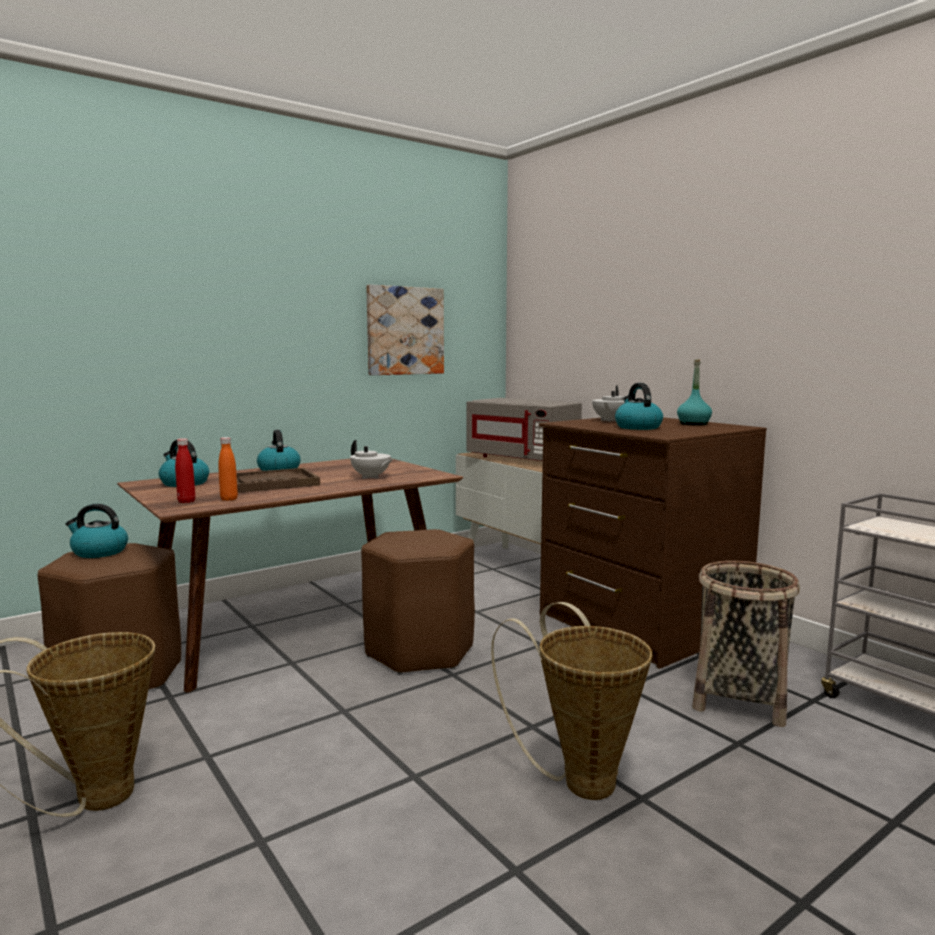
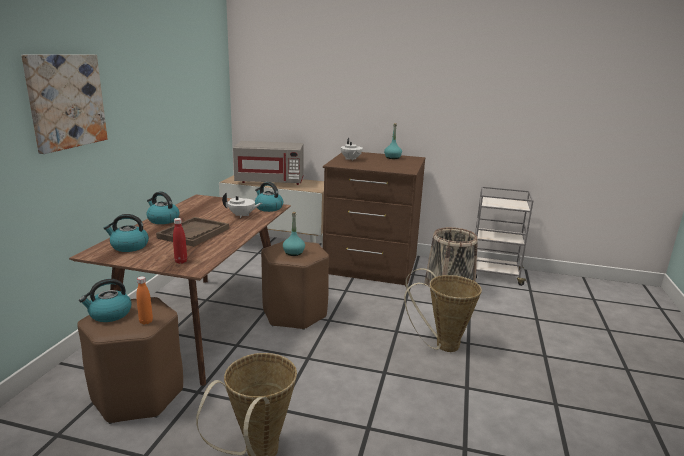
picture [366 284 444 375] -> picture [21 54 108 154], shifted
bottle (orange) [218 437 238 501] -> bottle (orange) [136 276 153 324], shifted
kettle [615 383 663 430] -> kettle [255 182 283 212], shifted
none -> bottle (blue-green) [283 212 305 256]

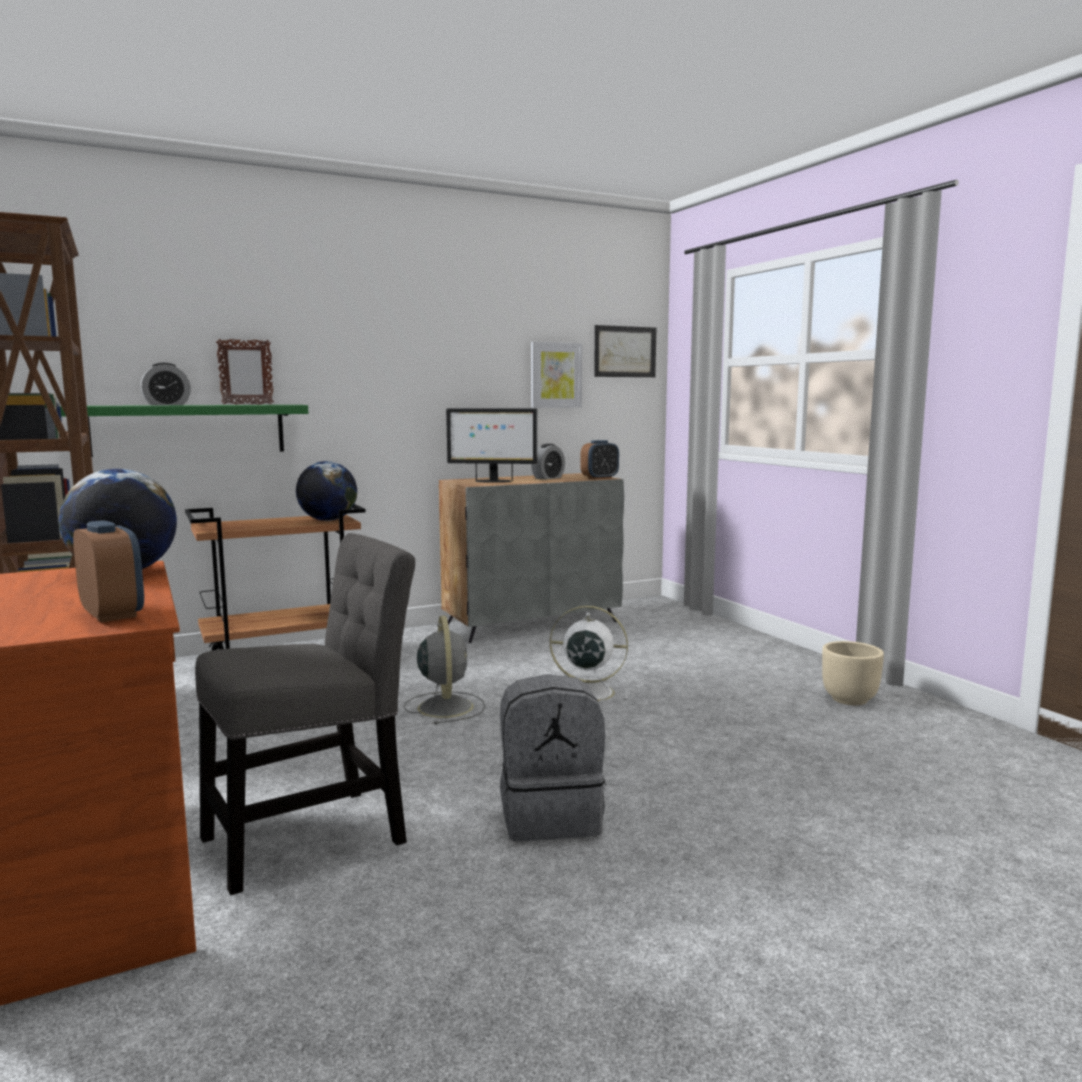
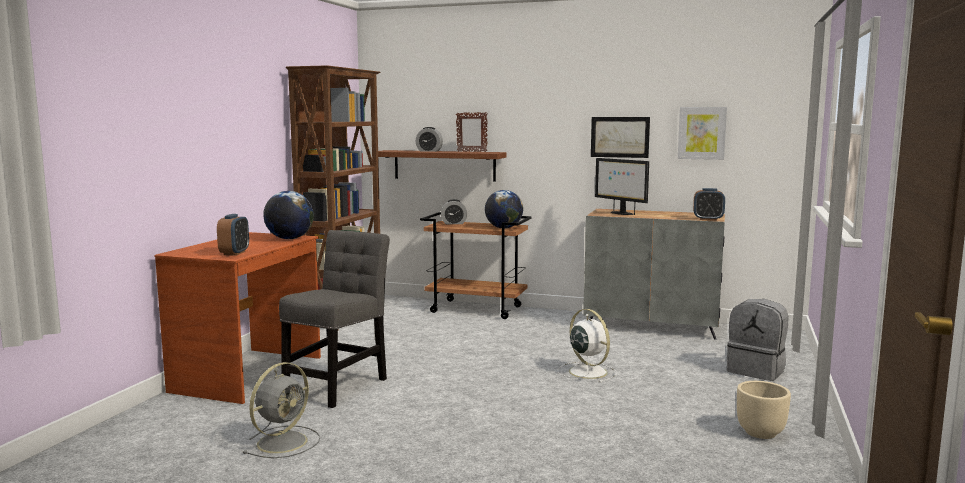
fan (gray) [404 616 485 725] -> fan (gray) [243 362 320 458], shifted
chair (gray) [195 533 415 895] -> chair (gray) [279 230 390 408], 75 degrees counterclockwise
shelf (green) [60 405 308 457] -> shelf (brownish) [378 150 506 182]
bedside clock [531 444 565 480] -> bedside clock [441 199 467 224], shifted
picture [594 325 656 377] -> picture [591 117 650 158], shifted
backpack (gray) [500 674 606 841] -> backpack (gray) [727 299 788 381], shifted

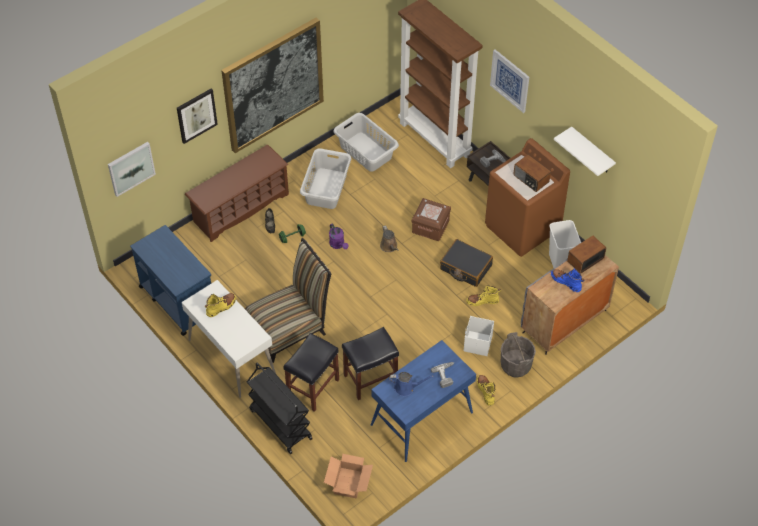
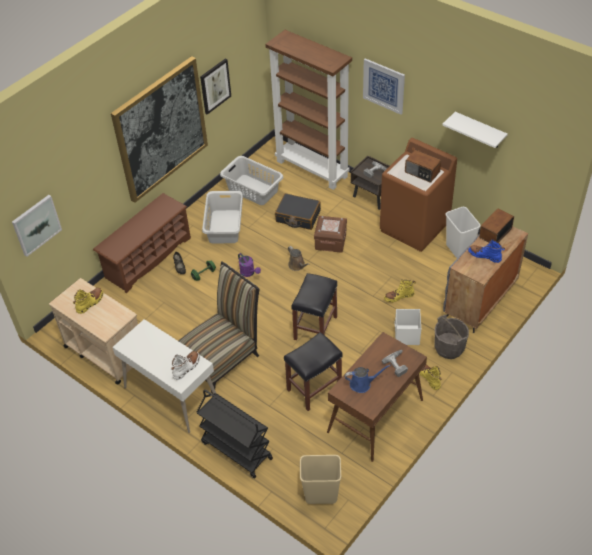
wheeled cart (bluish) [130 225 211 336] -> wheeled cart (beige) [49 278 138 384]
high-top boot (yellowish) [204 293 236 317] -> high-top boot (yellowish) [73 288 103 314], shifted
none -> high-top boot (white-coloured) [171 351 200 380]
picture [177 89 218 144] -> picture [200 58 231 115], shifted
piece of luggage (black) [440 239 493 287] -> piece of luggage (black) [275 193 321 230], shifted
stool seat (black) [284 333 339 412] -> stool seat (black) [291 273 338 340], shifted
carton [324 454 373 498] -> trash can (beige) [300 455 341 504]
desk (bluish) [371 340 476 462] -> desk (brownish) [327 332 427 462]

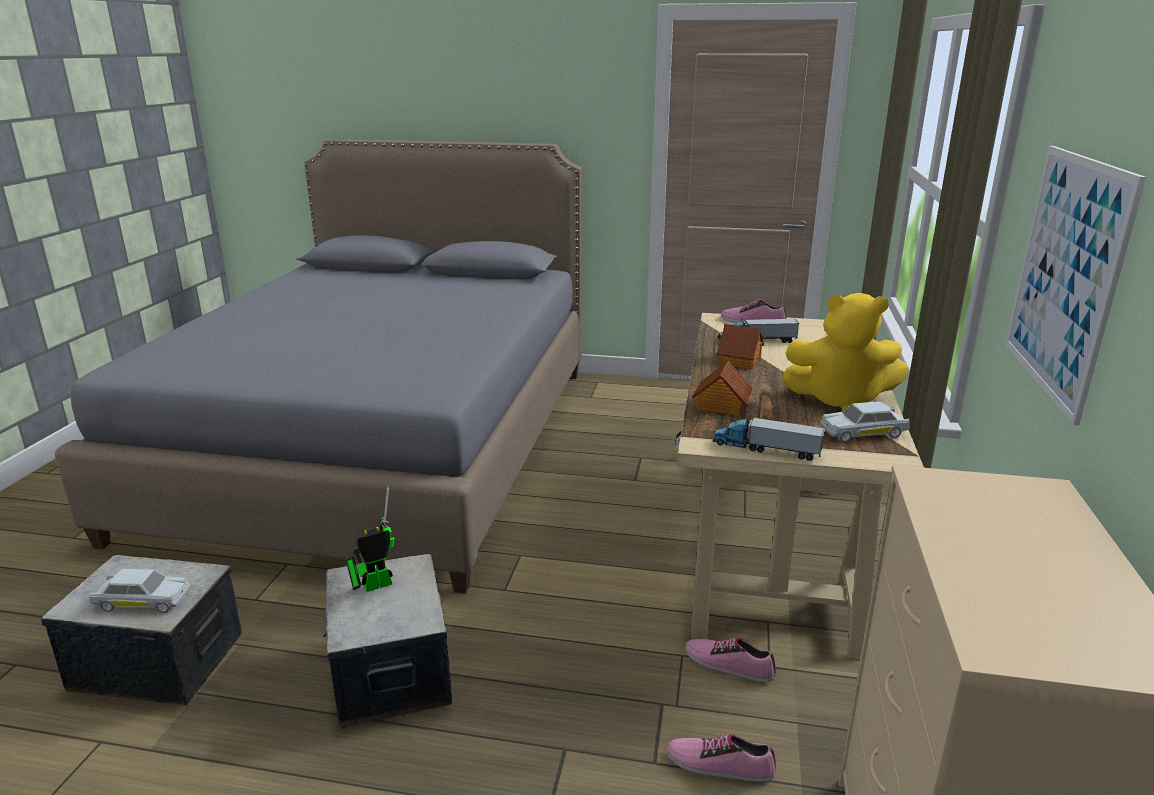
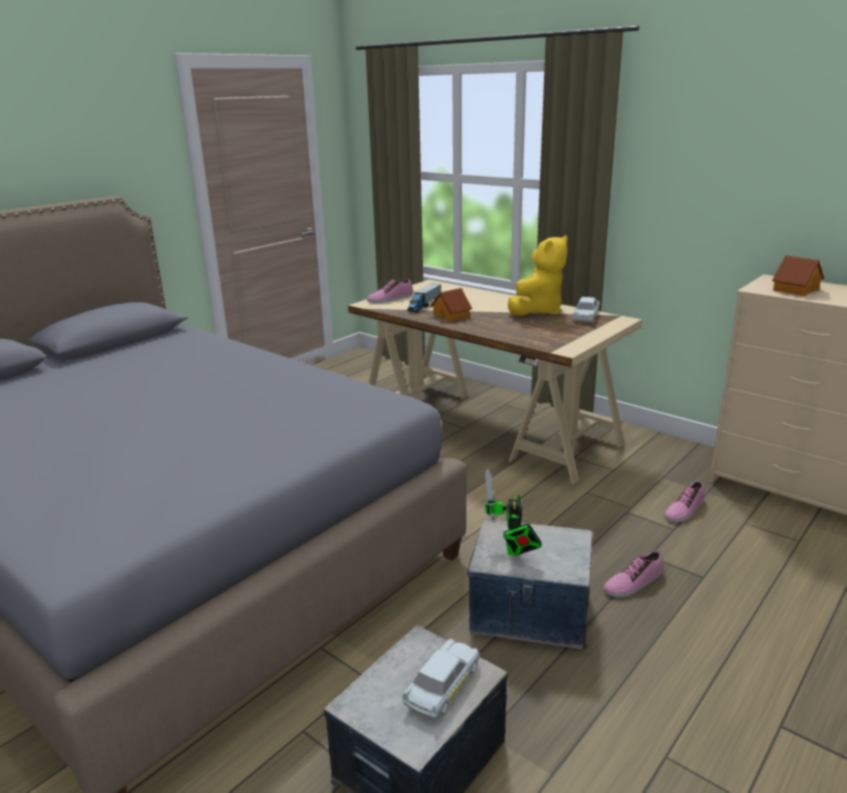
shoe [685 638 776 682] -> shoe [604 551 663 597], shifted
model house [692 360 753 417] -> model house [772 255 824 296], shifted
toy truck [713 415 826 461] -> none
picture [1005 146 1146 426] -> none

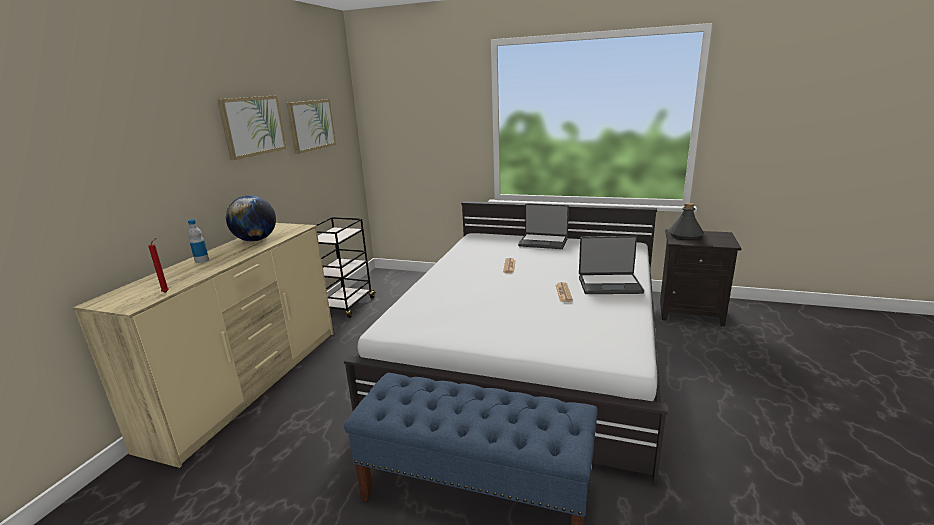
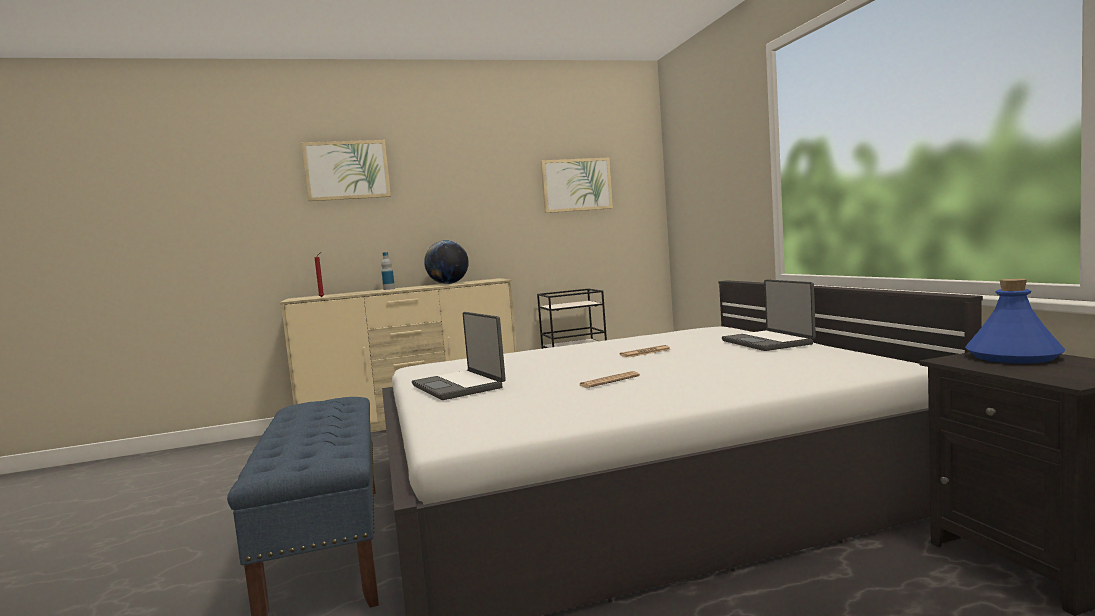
picture [217 95 287 160] -> picture [301 140 391 201], shifted
portable computer [579 236 644 294] -> portable computer [412 312 506 400], shifted
bottle (gray) [668 203 704 239] -> bottle (bluish) [965 279 1065 364]

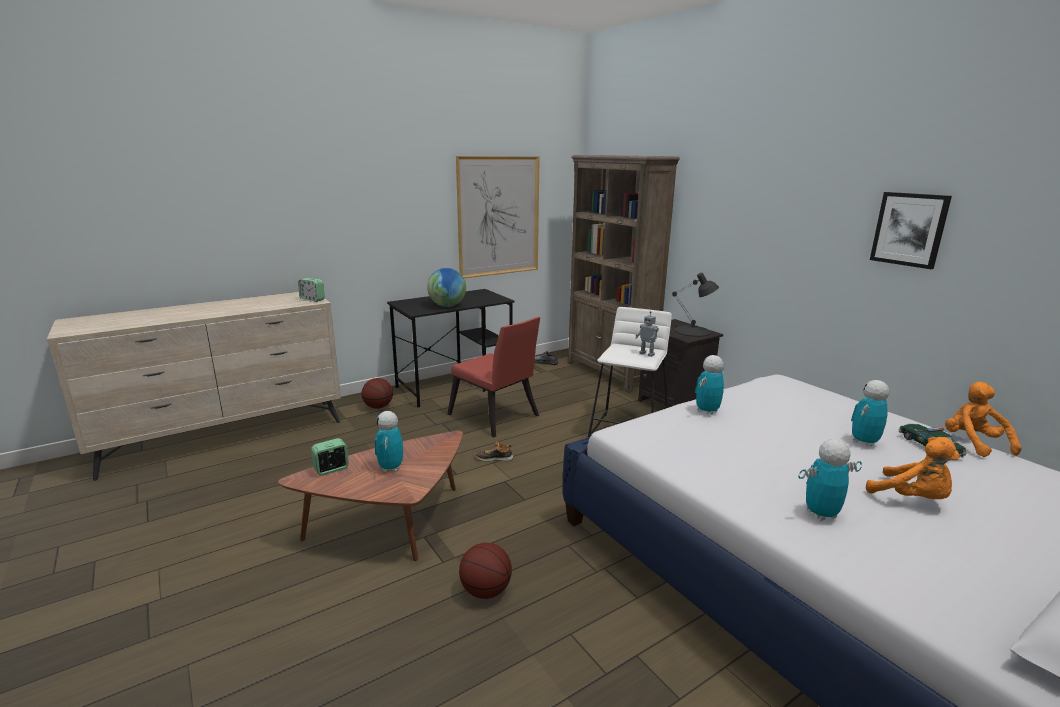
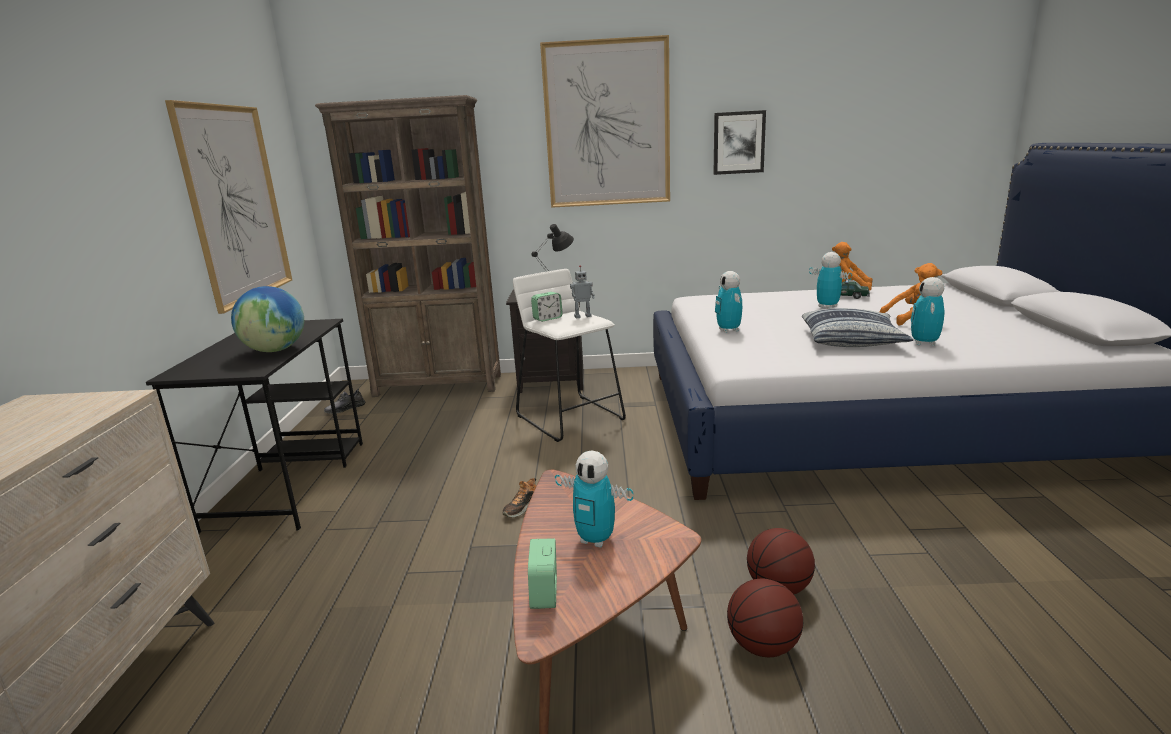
bedside clock [298 278 325 302] -> bedside clock [531 292 563 322], shifted
none -> picture [540 35 670 208]
basketball [362 378 393 409] -> basketball [727 578 803 657], shifted
none -> throw pillow [802 308 913 347]
robot figure [851 380 889 447] -> robot figure [809 252 852 309], 150 degrees clockwise
chair (red-coloured) [447 317 540 437] -> none

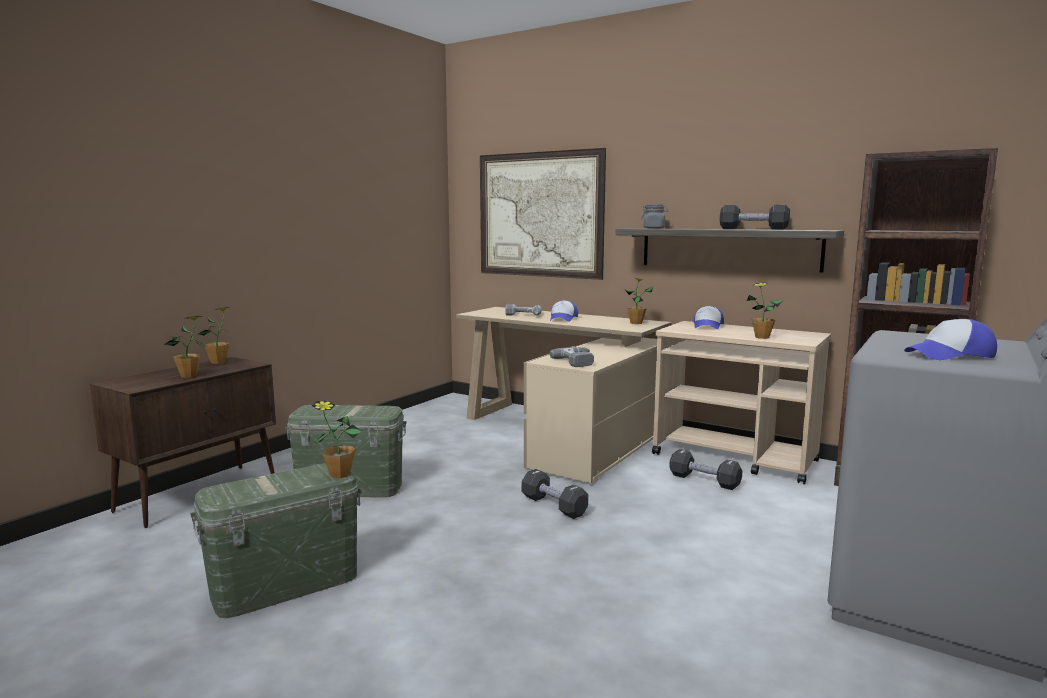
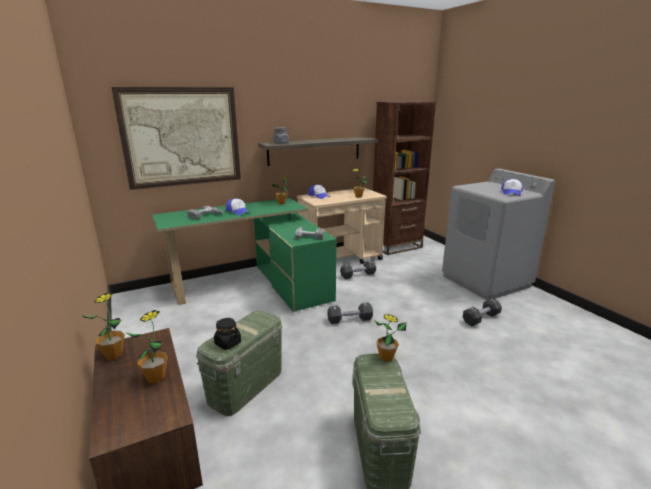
desk (beige) [456 307 672 483] -> desk (green) [152 198 337 312]
none -> storage jar (black) [214 318 241 350]
dumbbell (black) [720 204 790 230] -> dumbbell (black) [463 298 502 326], shifted

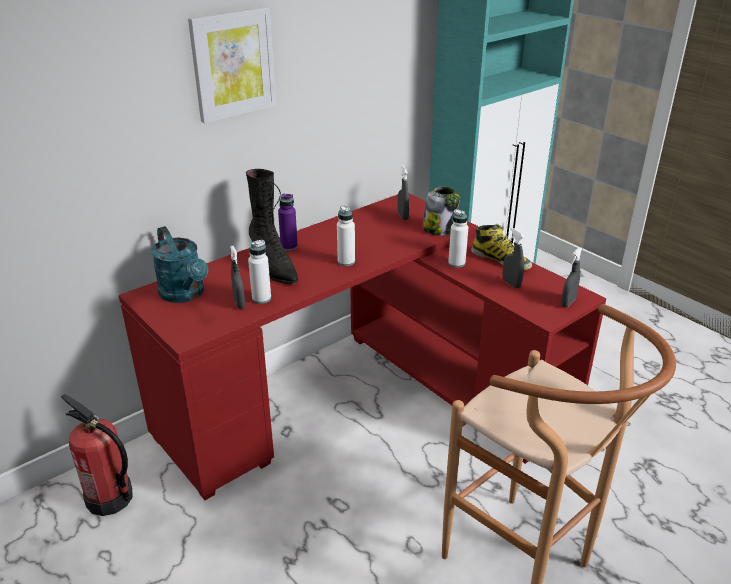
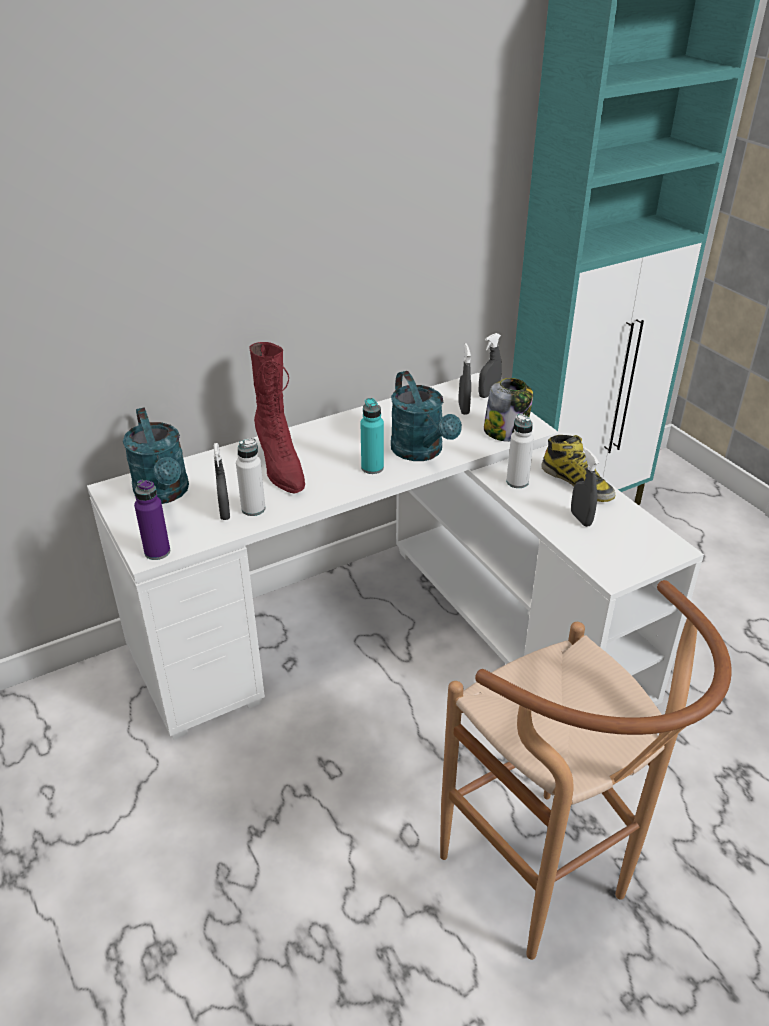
desk (red-coloured) [119 193 606 500] -> desk (white-coloured) [87 373 704 740]
bottle (purple) [278 194 298 251] -> bottle (purple) [134 480 170 560], shifted
high-top boot (black) [246 169 298 285] -> high-top boot (red-coloured) [250 342 305 494]
bottle (white-coloured) [337 206 355 266] -> bottle (blue-green) [360 398 384 474]
none -> sprinkling can (blue-green) [391 371 462 461]
hand sprayer (gray) [561 247 582 307] -> hand sprayer (gray) [479 333 502 398], shifted
fire-fighting cylinder [61 394 132 516] -> none
picture [188 7 276 123] -> none

